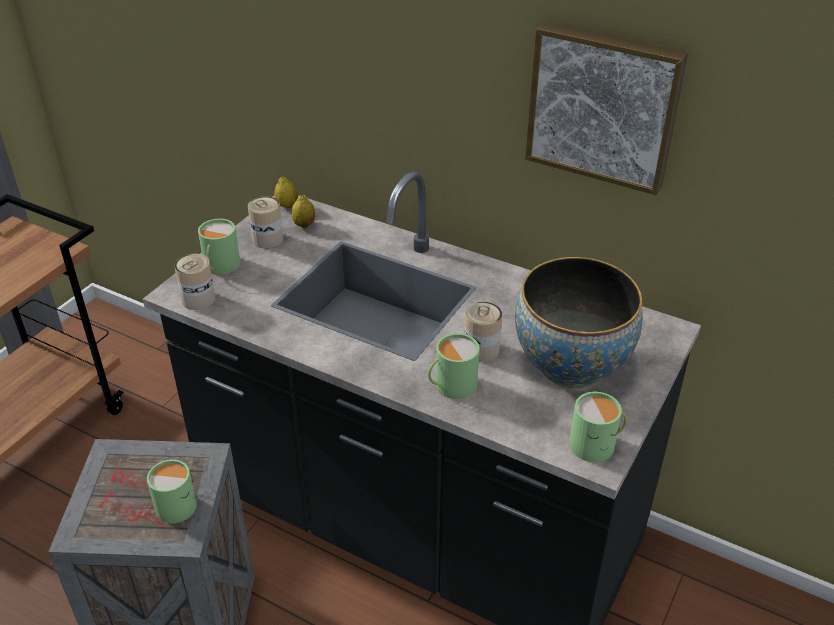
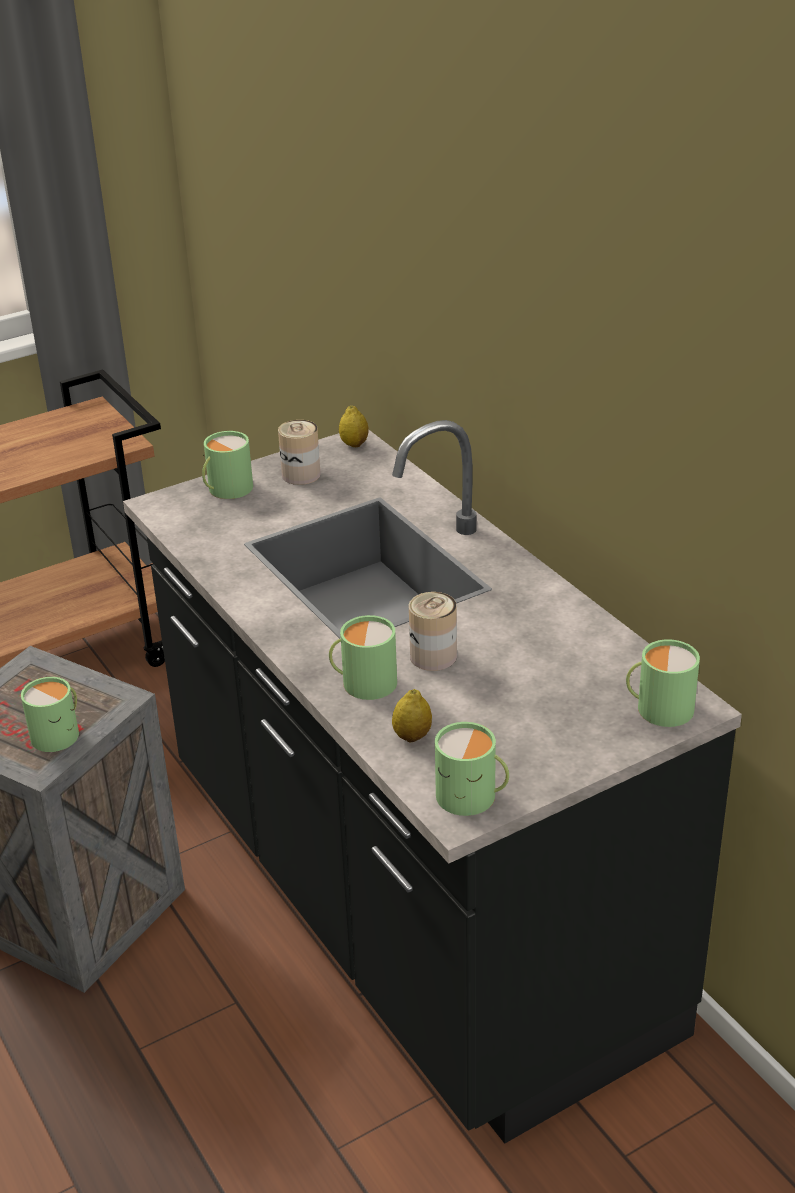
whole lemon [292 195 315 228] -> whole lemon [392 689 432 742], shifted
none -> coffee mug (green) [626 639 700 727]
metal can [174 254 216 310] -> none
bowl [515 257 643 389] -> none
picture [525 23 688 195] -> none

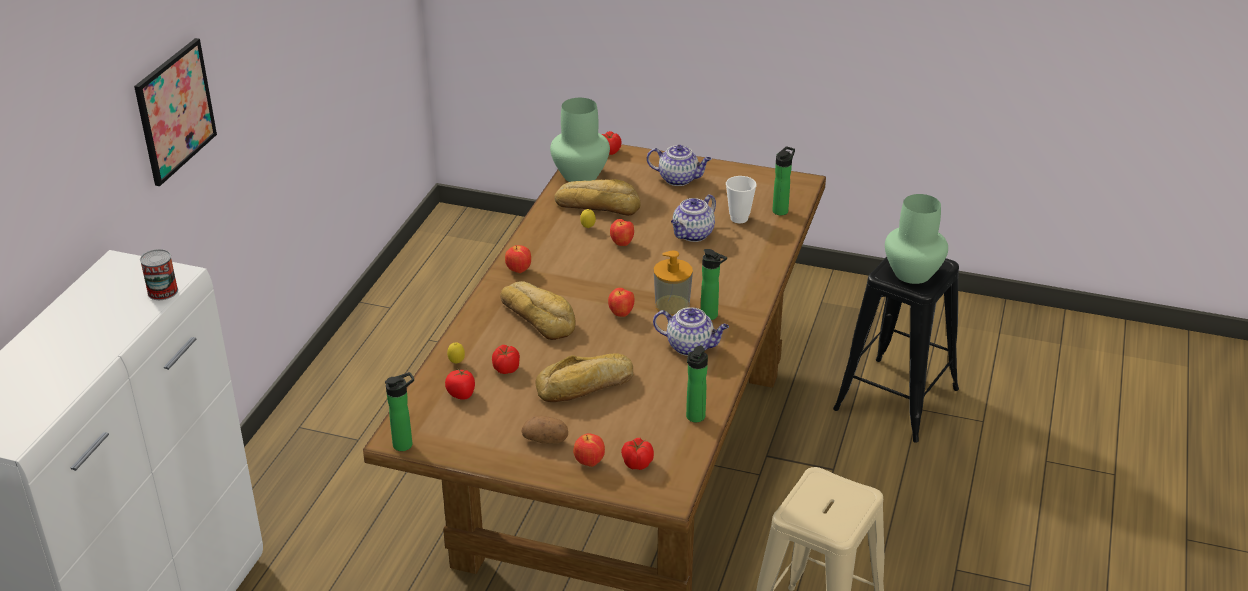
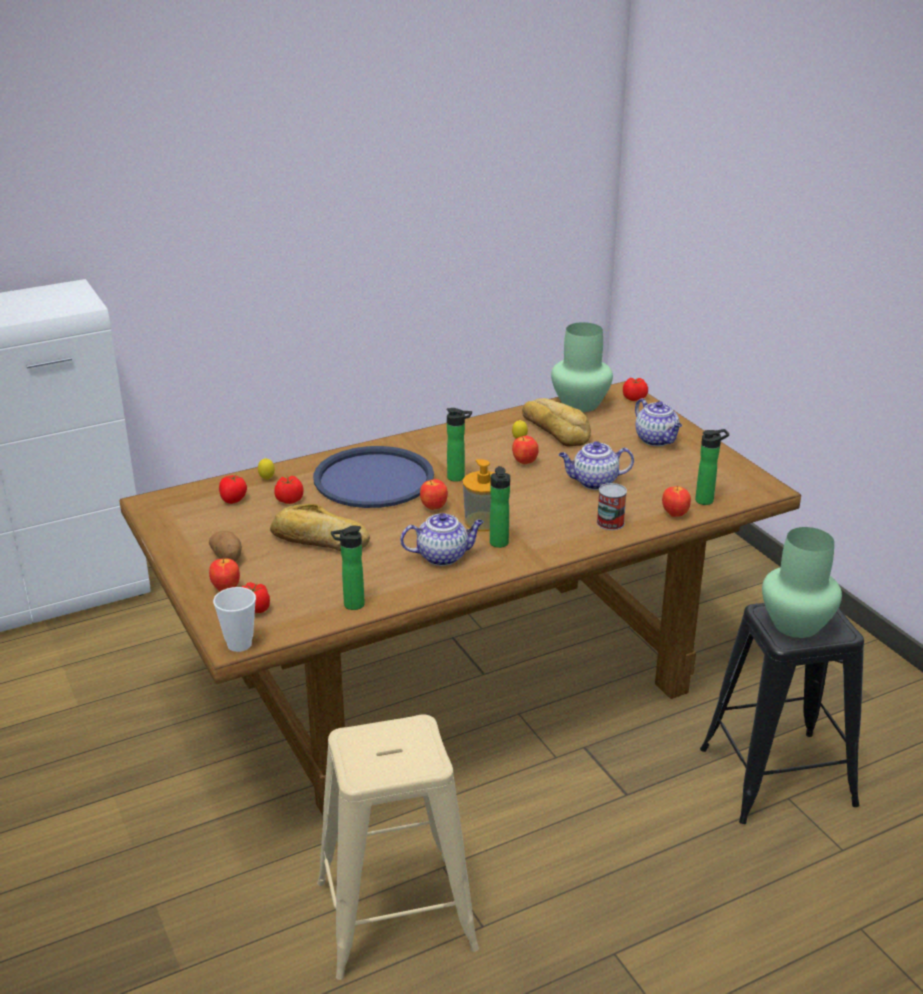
cup [726 176 757 223] -> cup [213 587 256 652], shifted
baked bread [500 281 575 340] -> serving tray (bluish) [313 446 434 508]
tea pot [653 307 729 356] -> tea pot [400 513 484 566], 75 degrees counterclockwise
bottle [385 372 414 451] -> bottle [447 408 472 482], shifted
metal can [140 249 178 300] -> metal can [597 483 627 530], shifted
apple [505 245 531 273] -> apple [662 486 691 517], shifted
picture [134 38 217 186] -> none

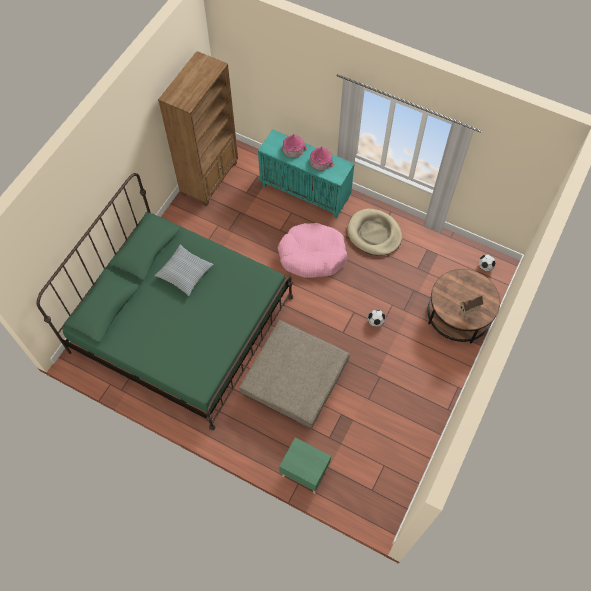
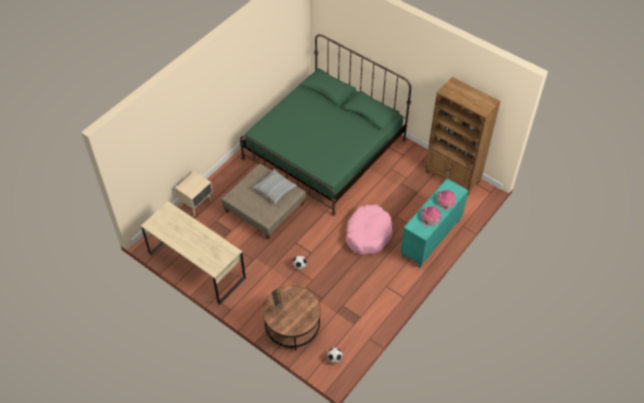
none -> desk (beige) [141 201 246 304]
bedside table (green) [279 437 331 494] -> bedside table (beige) [175 171 213 216]
throw pillow [155 245 214 296] -> throw pillow [253 169 297 204], shifted
pet bed (beige) [347 209 402 256] -> none

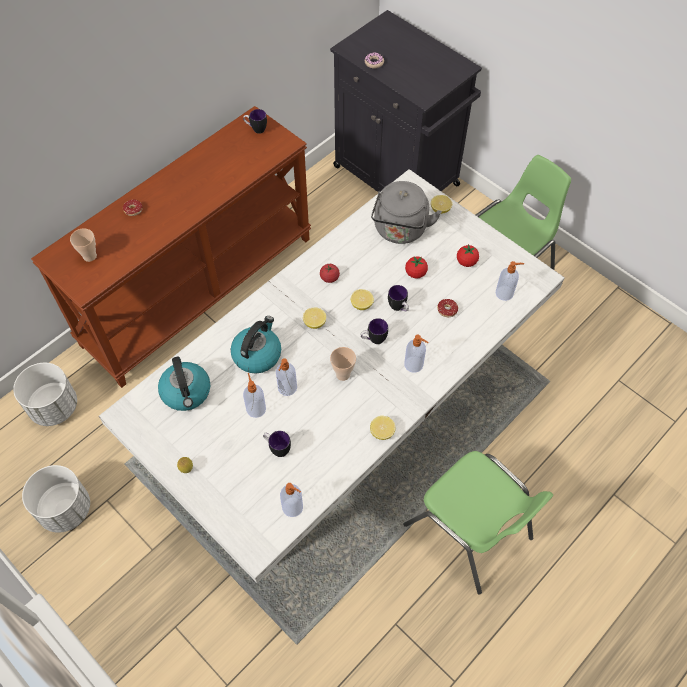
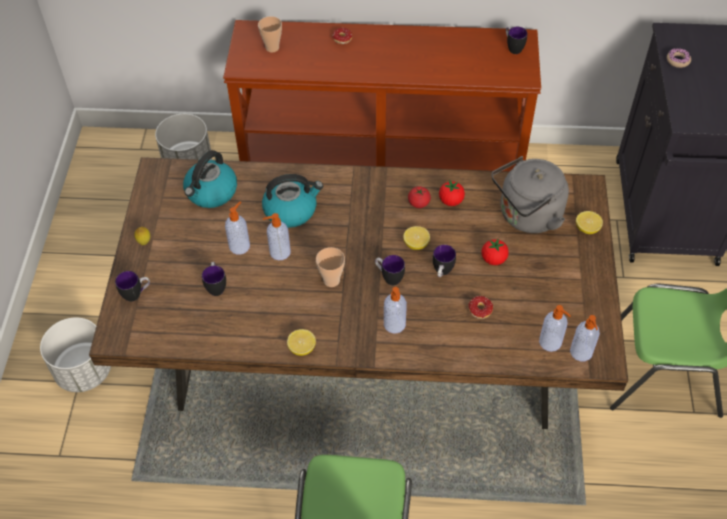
flower pot (white-coloured) [22 465 90 533] -> flower pot (white-coloured) [40 317 111 392], shifted
dining table (white-coloured) [99 169 565 583] -> dining table (brownish) [89 157 628 429]
none -> coffee mug [115 271 150 302]
tomato [457 244 479 267] -> tomato [439 180 465 206], shifted
liquid soap bottle [280 483 303 517] -> liquid soap bottle [570 315 600 361], shifted
whole lemon [303 308 326 329] -> none

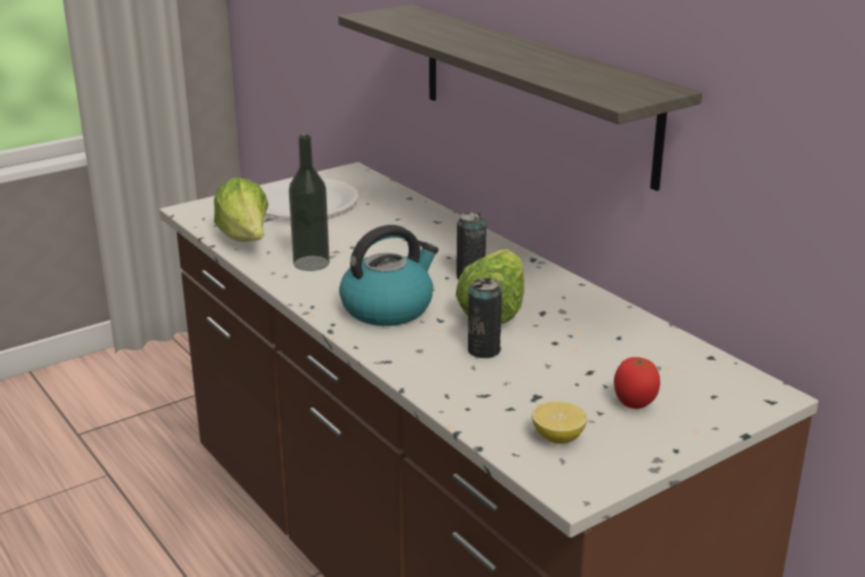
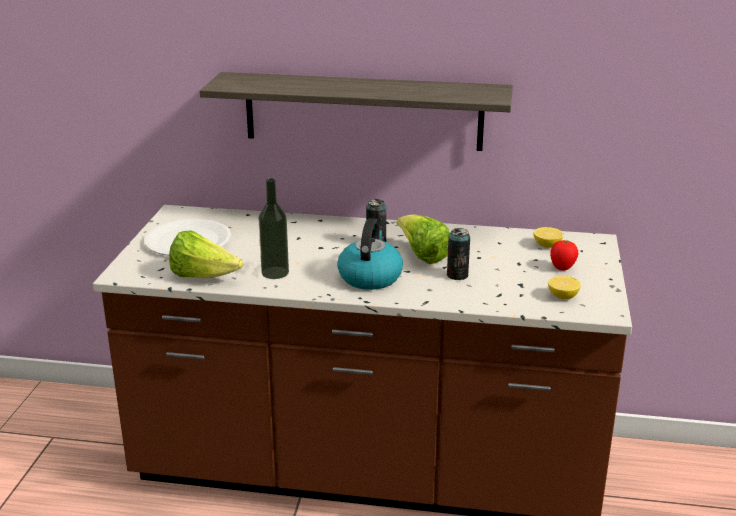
none -> whole lemon [533 227 563 248]

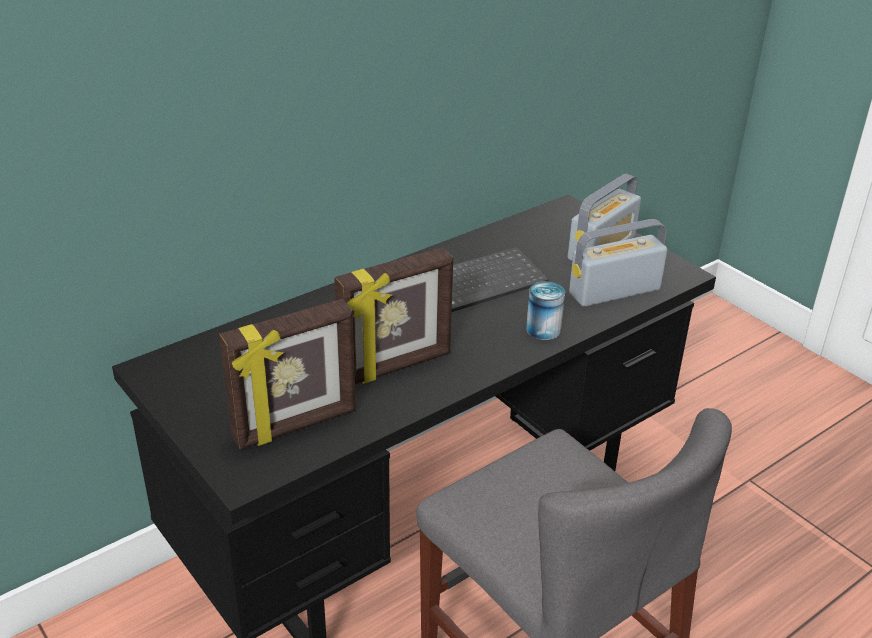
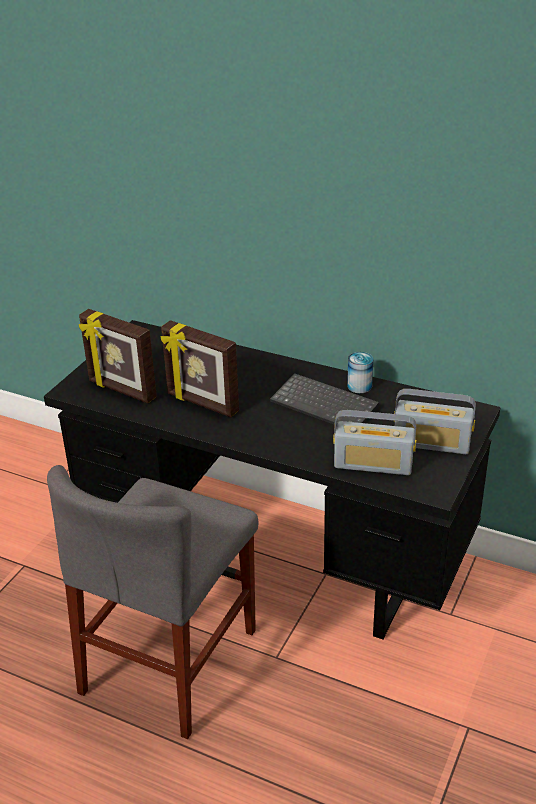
radio receiver [569 219 667 307] -> radio receiver [333 410 416 475], 150 degrees clockwise
metal can [526 281 565 340] -> metal can [347 352 373 393], shifted

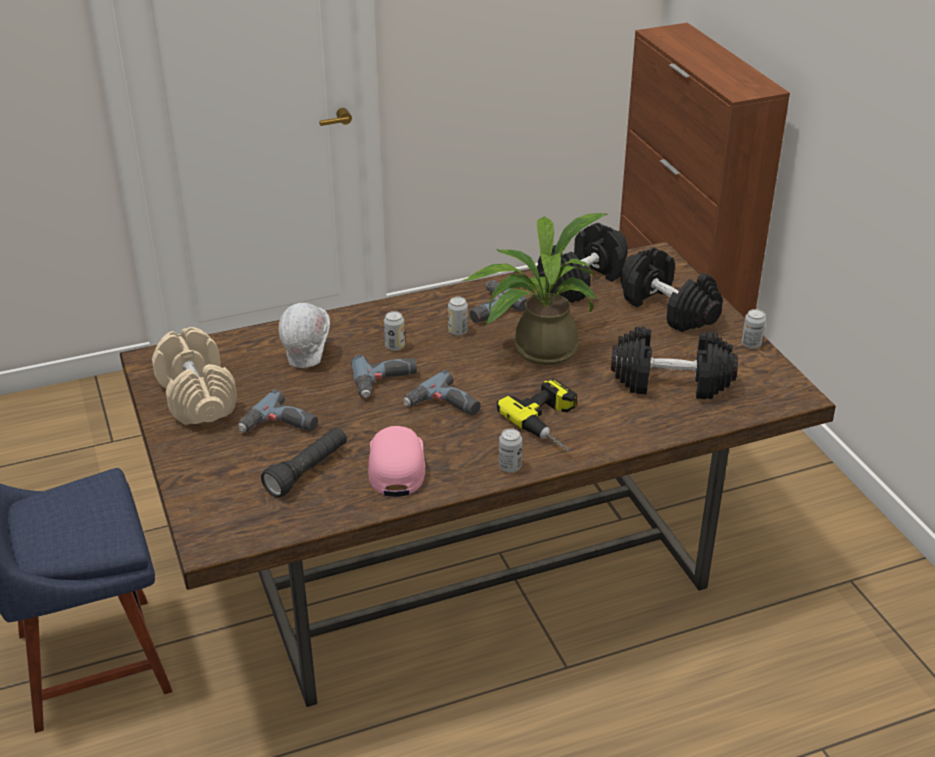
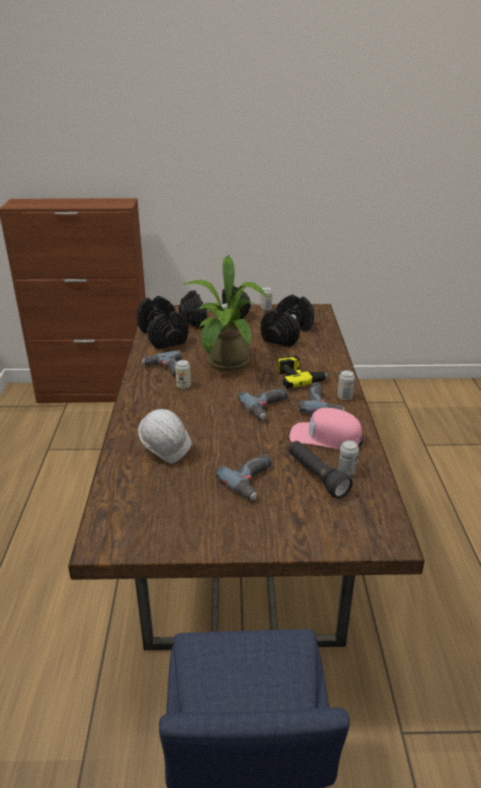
electric drill [351 355 417 398] -> electric drill [299 382 345 414], shifted
metal can [384 311 405 351] -> metal can [338 440 359 476], shifted
dumbbell (beige) [152 327 237 425] -> none

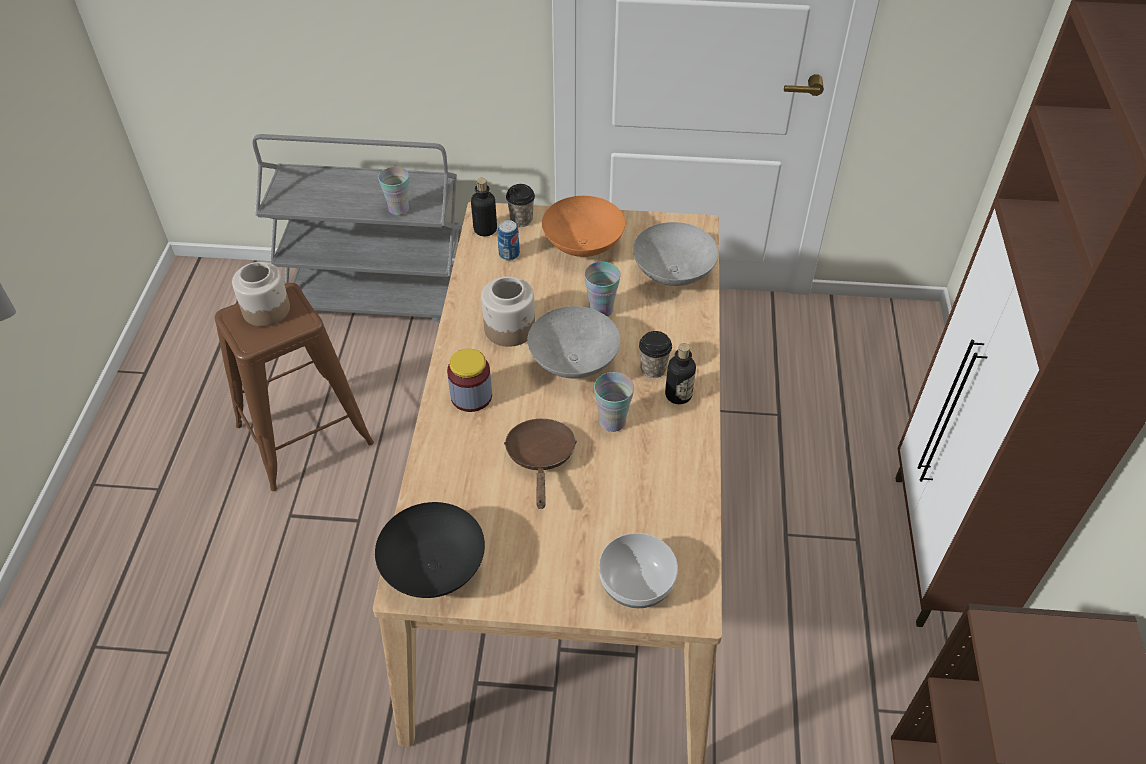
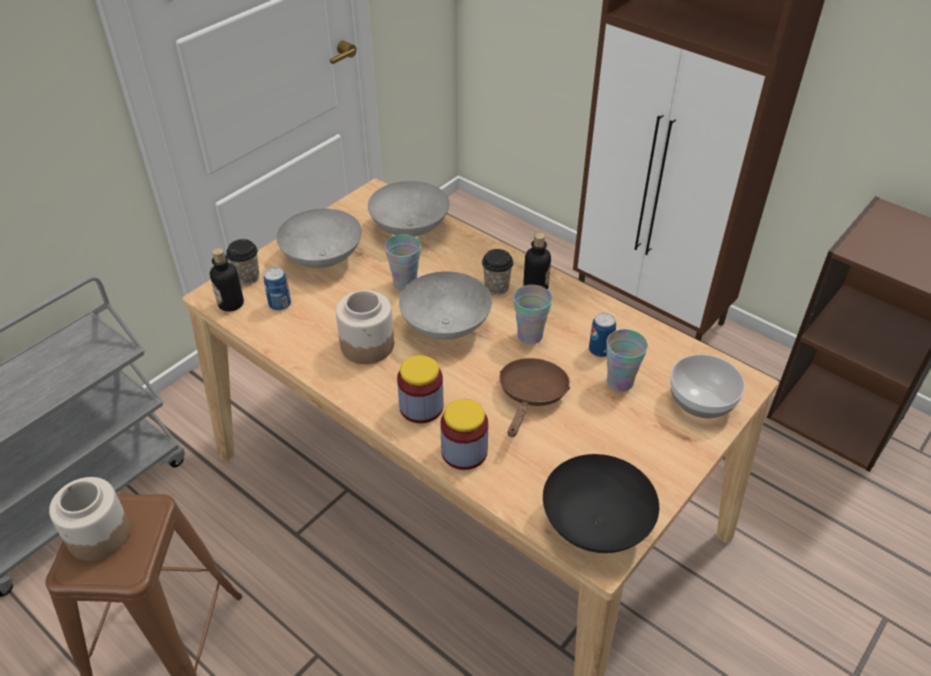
bowl (orange) [542 196 625 257] -> bowl (gray) [276 208 362 268]
none -> storage jar [440 399 488 470]
pan (brownish) [504 419 577 509] -> pan (brownish) [499 358 570 437], 75 degrees clockwise
none -> metal can [589 313 616 357]
cup [378 167 409 215] -> cup [606 329 648 392], shifted

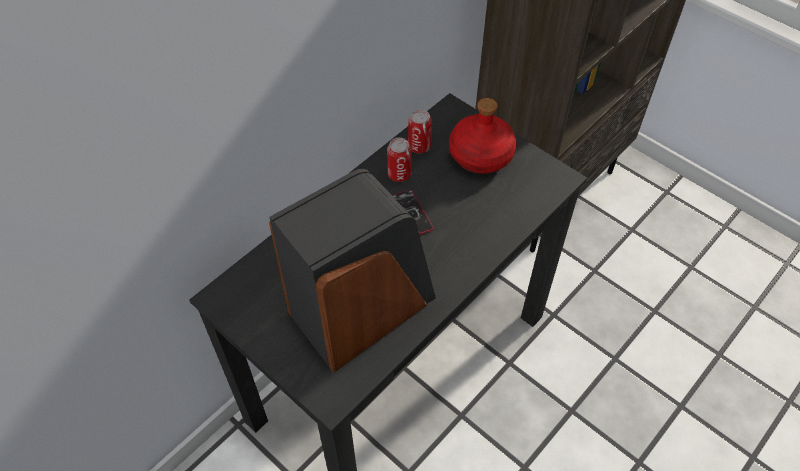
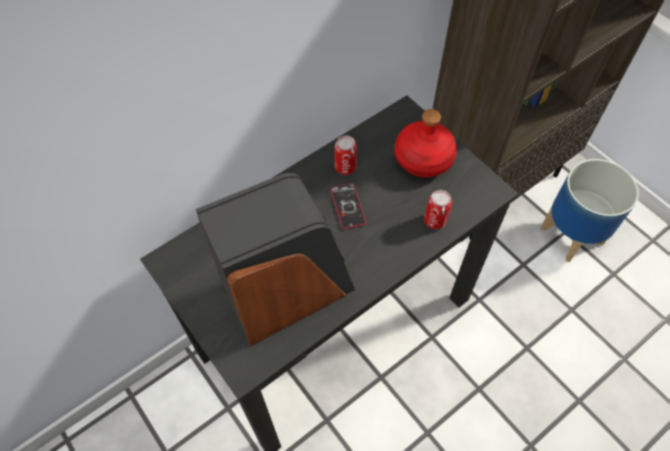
metal can [408 110 432 153] -> metal can [424 190 452 229], shifted
none -> flower pot [541 159 639 262]

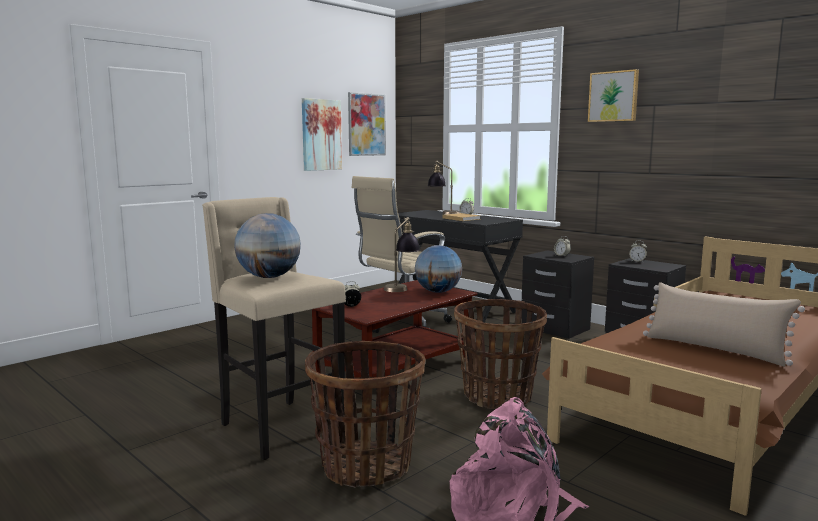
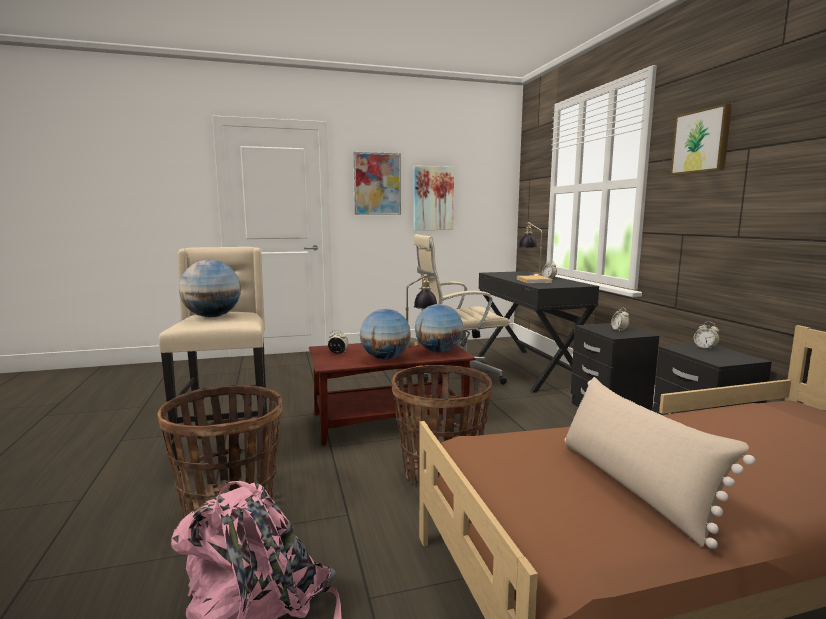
picture [348 92 386 156] -> picture [354 152 401 215], shifted
none -> desk globe [360 309 411 360]

